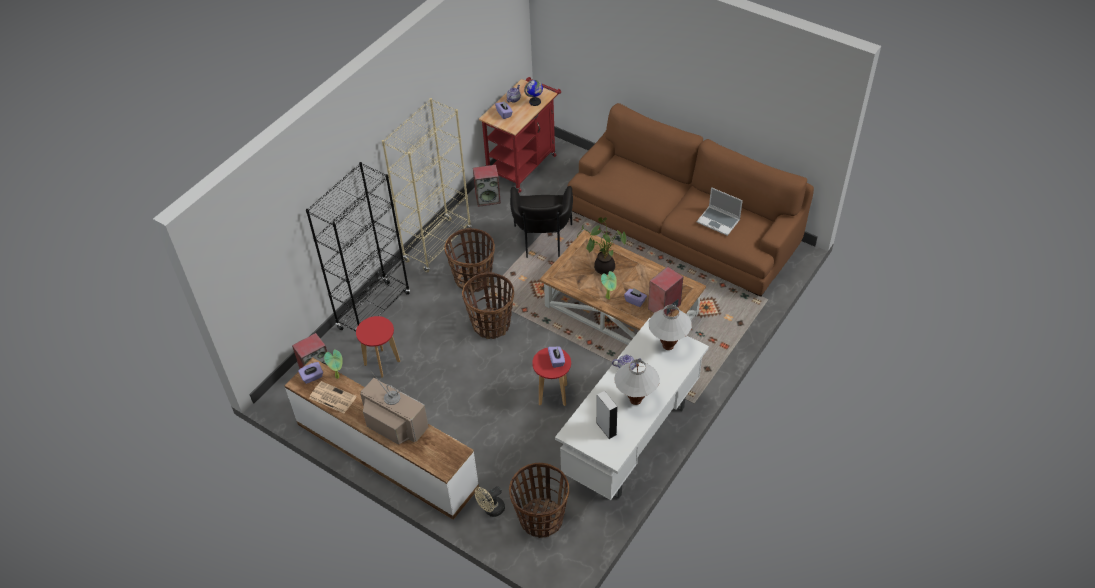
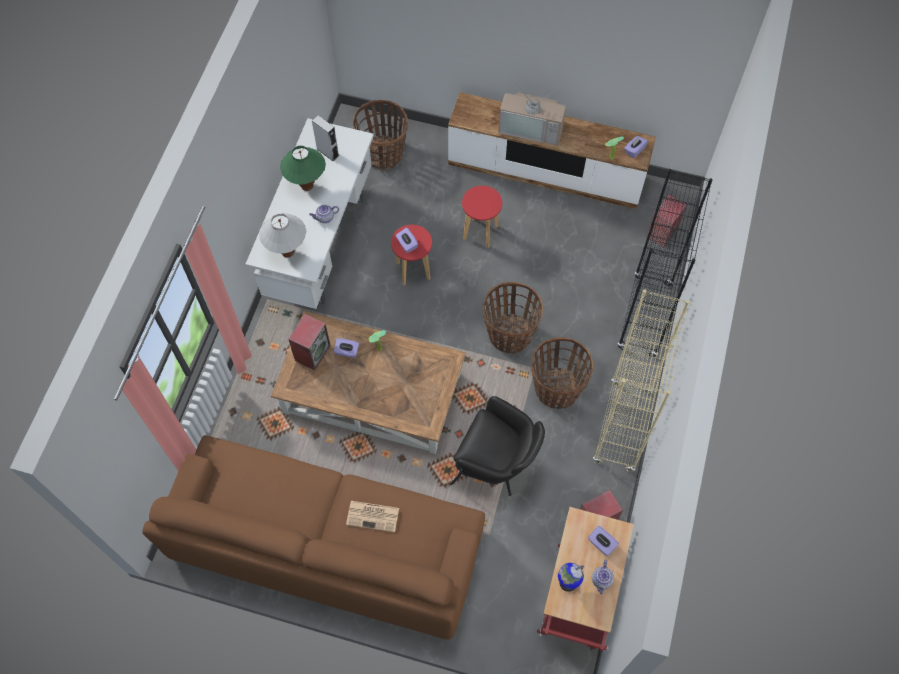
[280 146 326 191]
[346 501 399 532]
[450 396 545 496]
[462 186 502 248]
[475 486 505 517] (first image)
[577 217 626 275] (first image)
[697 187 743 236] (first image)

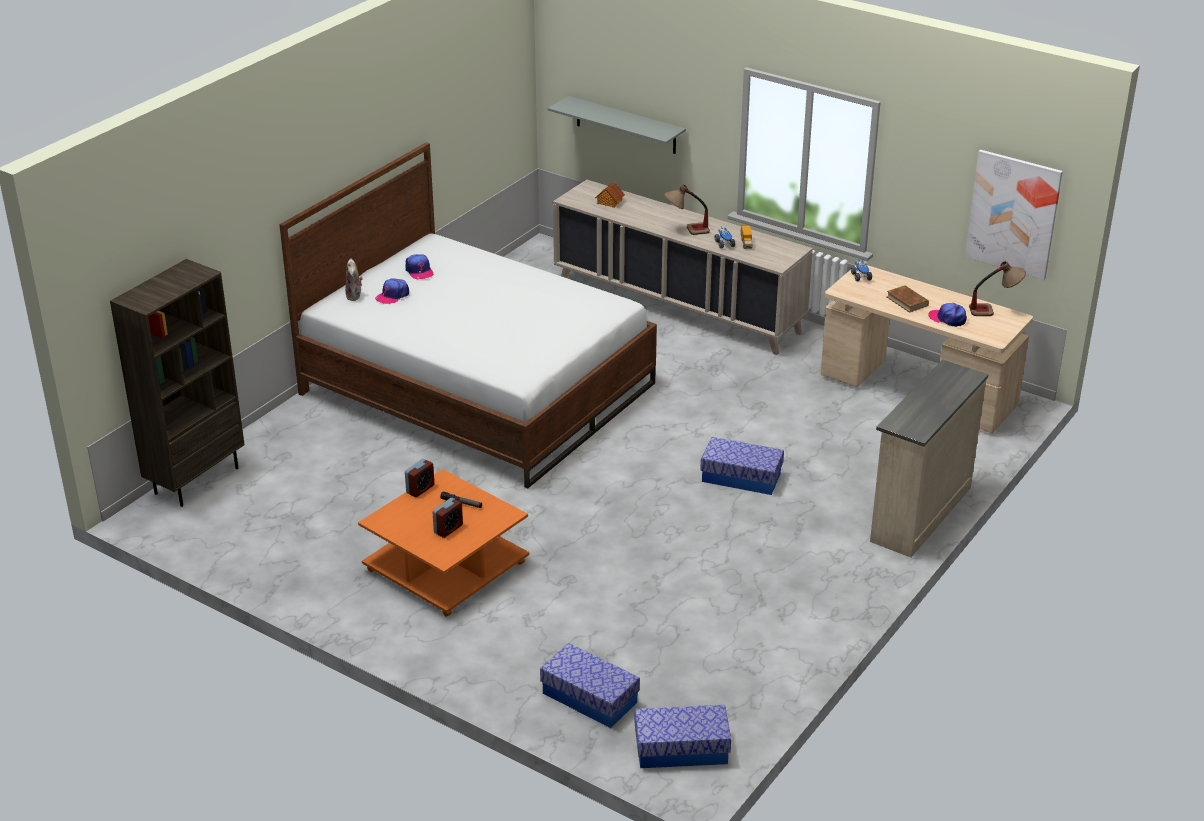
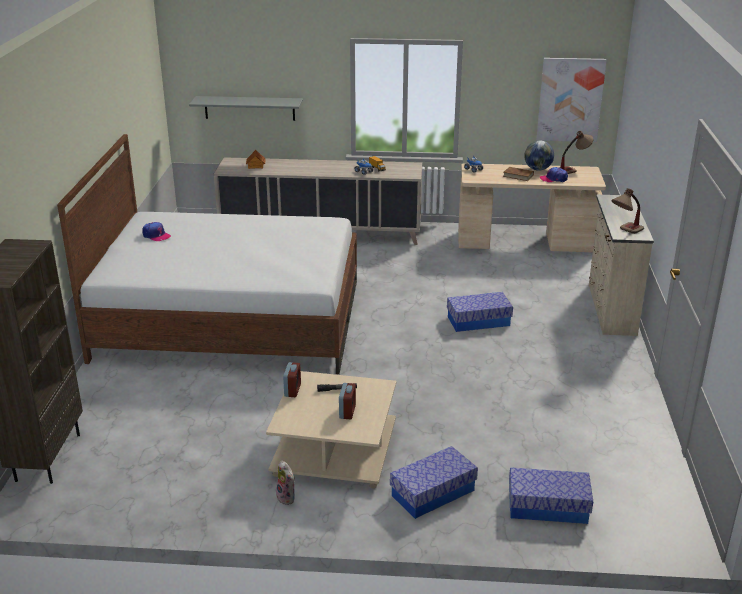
[266 371 397 489]
[276 460 295 505]
[390 446 478 519]
[524 140 554 171]
[611 188 644 234]
[375 278 409 304] (first image)

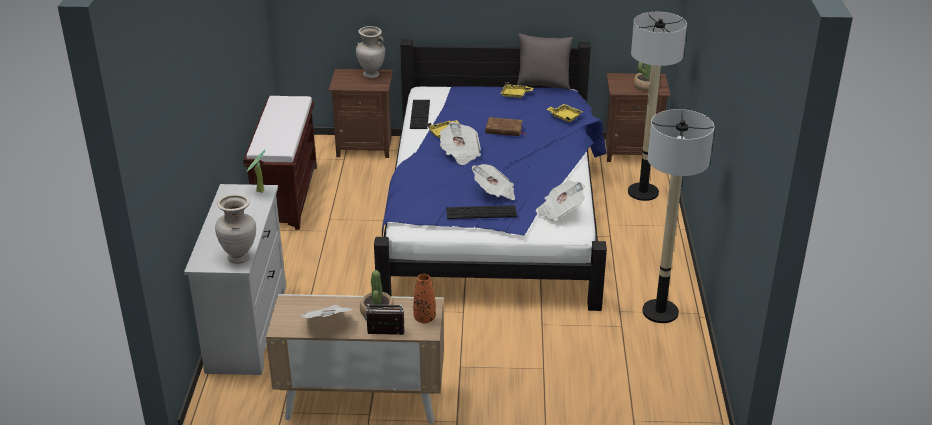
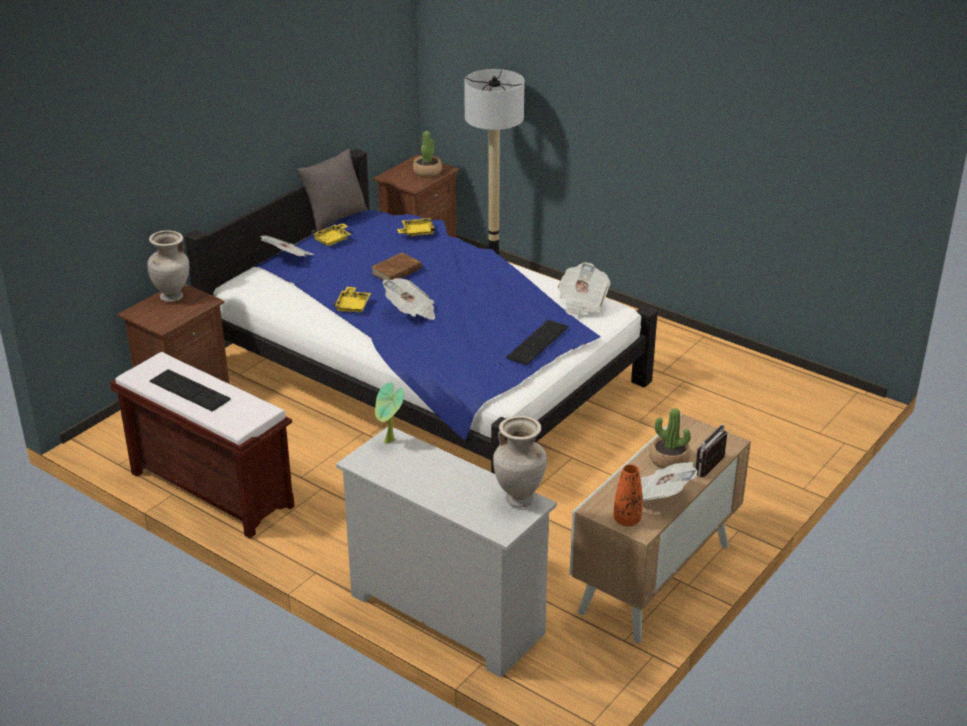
[150 369 231 412]
[260 235 314 257]
[614 464 643 527]
[642 109 714 323] (first image)

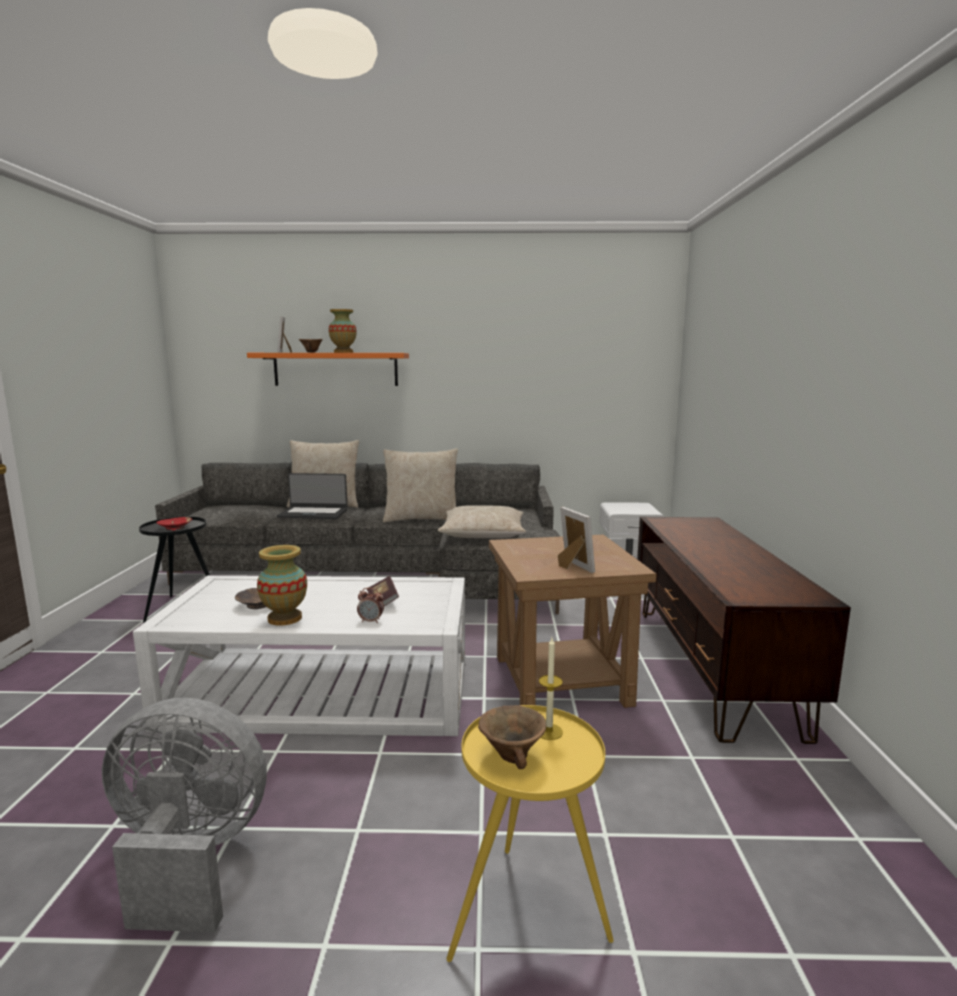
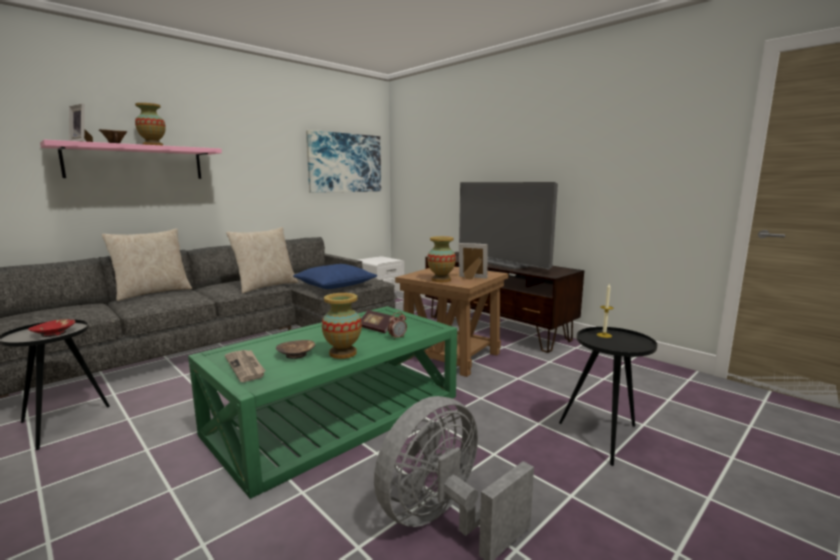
[40 140 222 179]
[188 306 457 499]
[225 350 266 382]
[293 264 377 289]
[306 130 381 193]
[427 236 456 282]
[459 182 558 269]
[559 327 657 466]
[277 473 348 519] (first image)
[478 705 546 769] (first image)

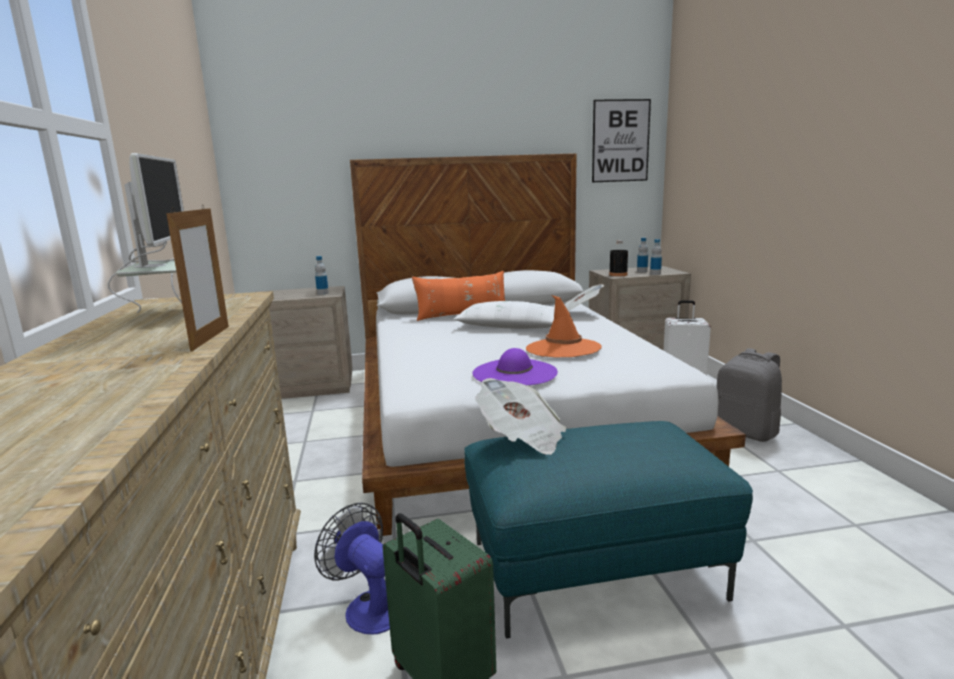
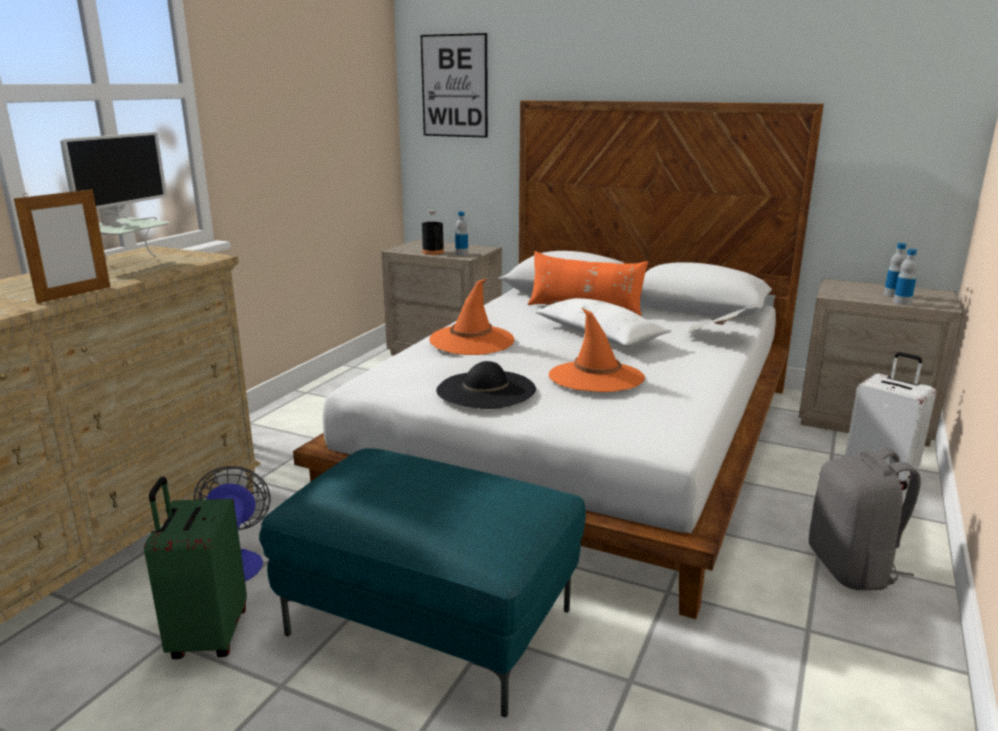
[421 33 488 138]
[422 210 444 255]
[429 279 514 355]
[436 361 536 409]
[475 378 567 455] (first image)

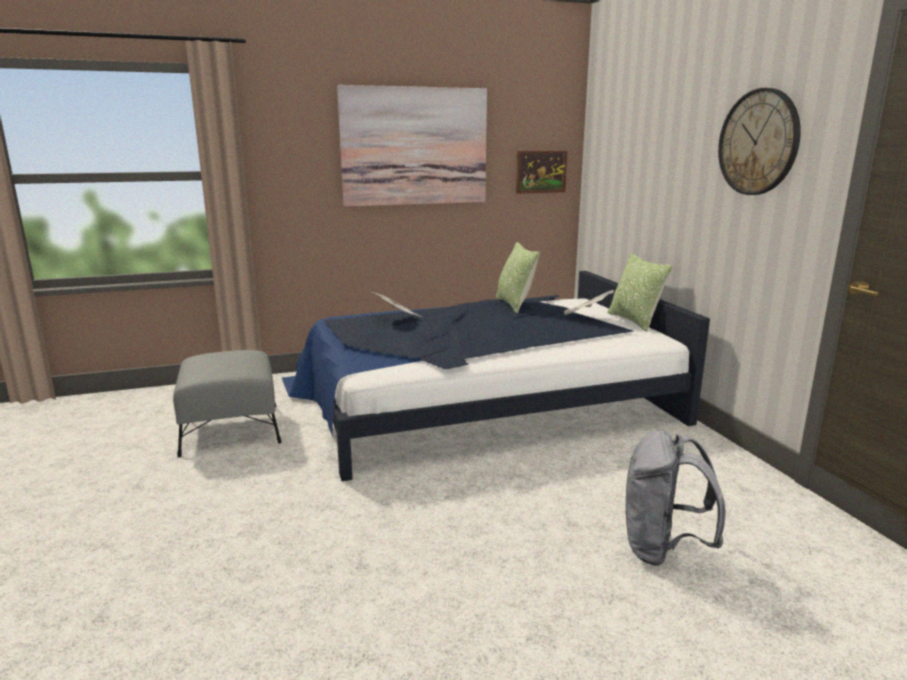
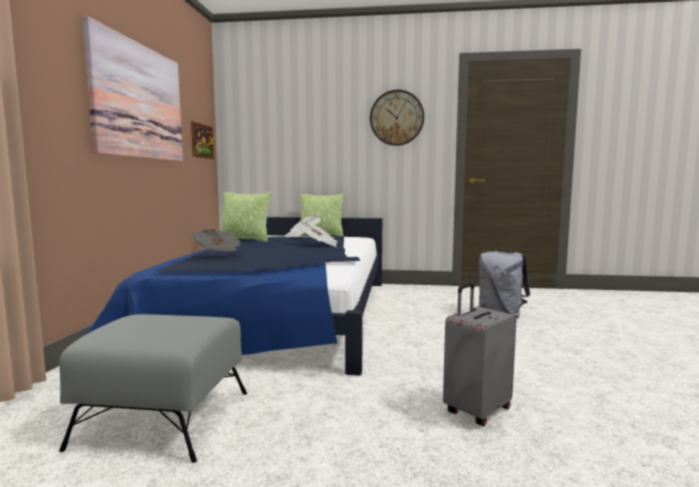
[299 221 338 247]
[443 283 517 426]

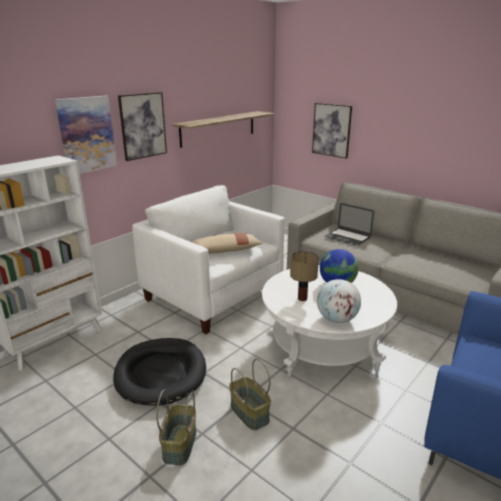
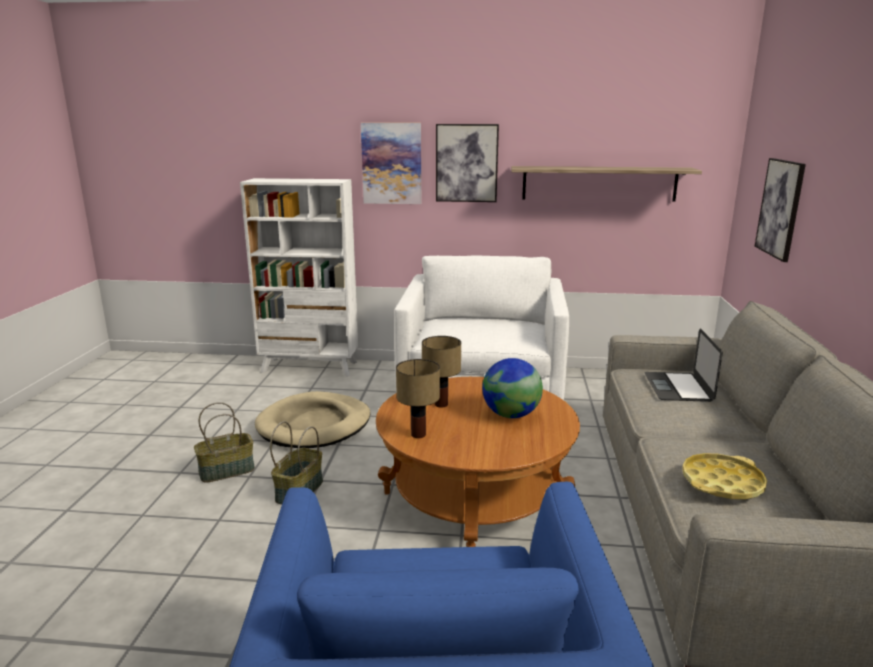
[255 391 370 448]
[376 377 580 547]
[396 359 440 438]
[682 453 767 500]
[192 233 263 253] (first image)

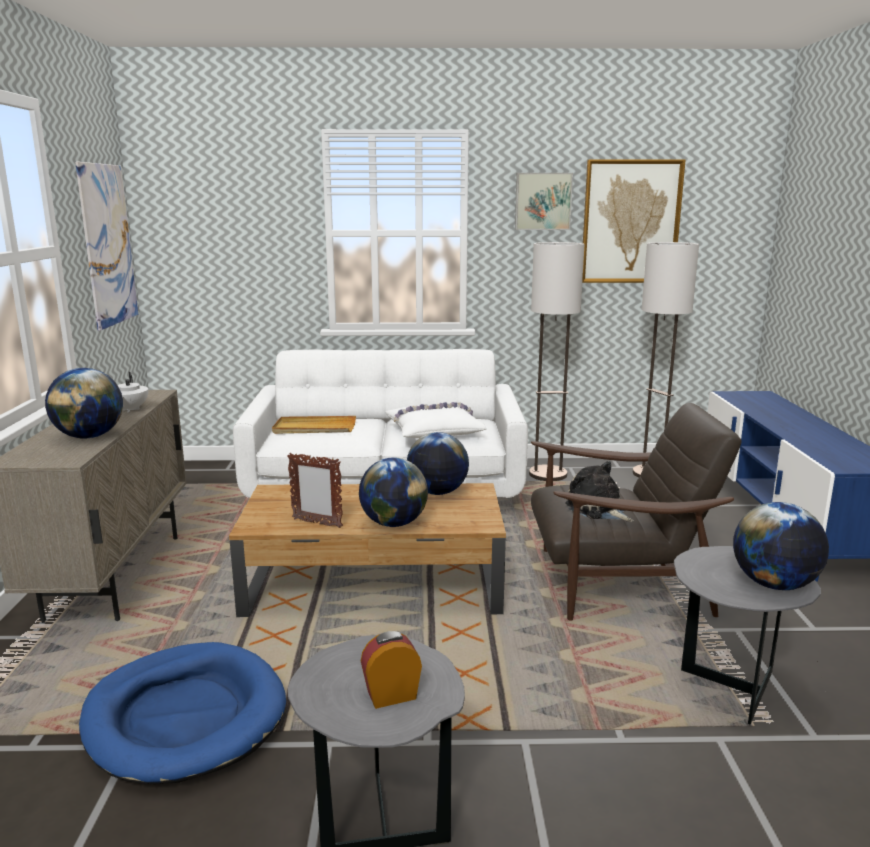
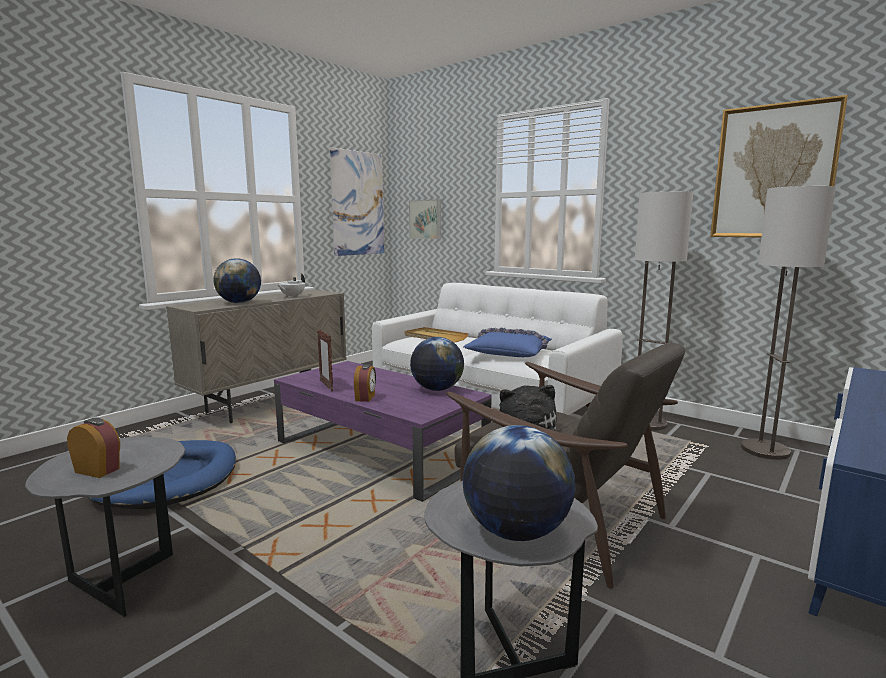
[274 361 492 502]
[354 364 376 402]
[409 199 441 239]
[463 328 552 357]

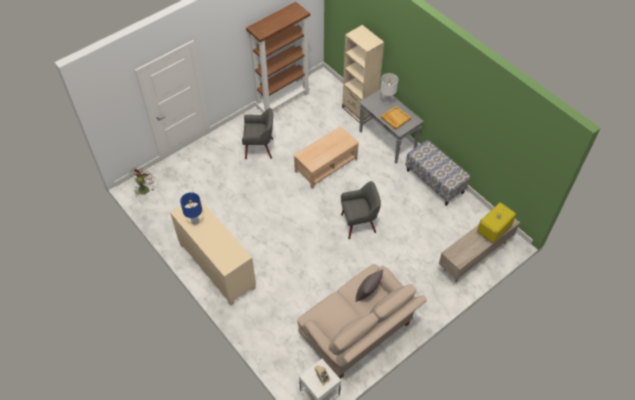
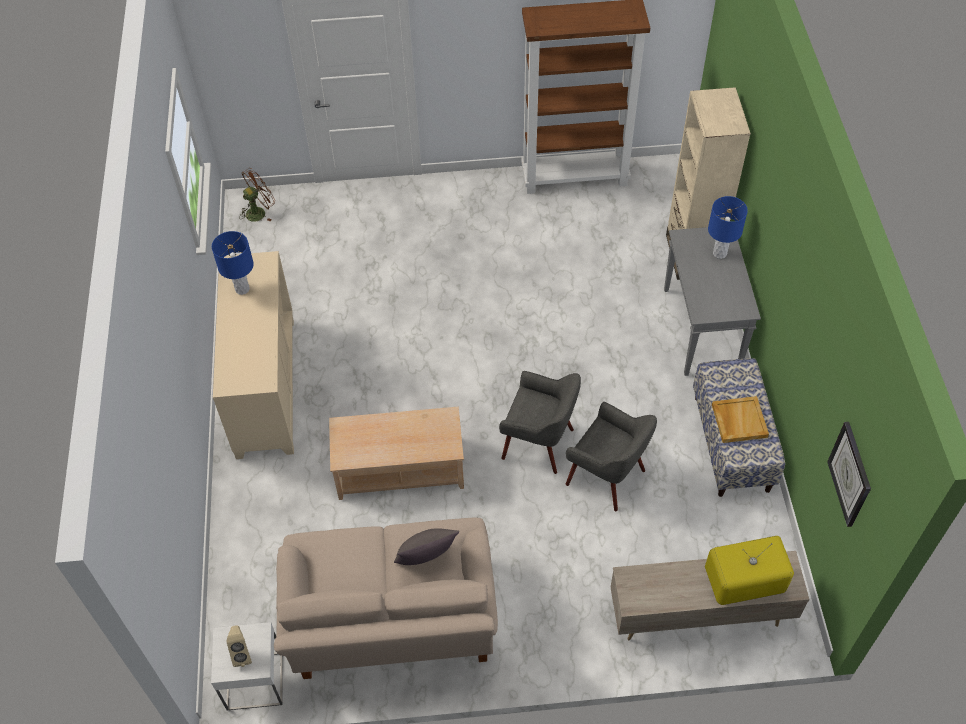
[329 407 464 500]
[566 402 657 511]
[708 196 748 259]
[712 396 769 443]
[827 422 871 527]

